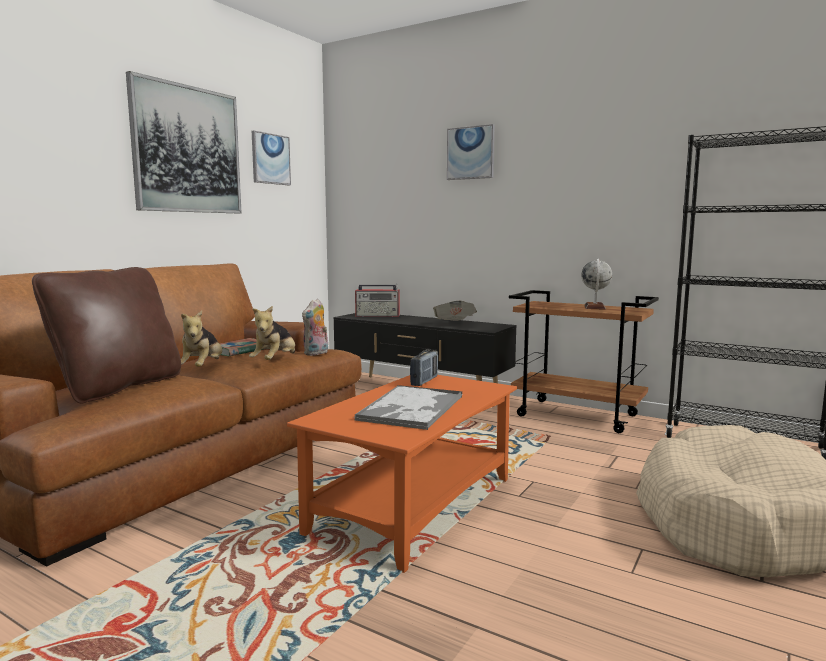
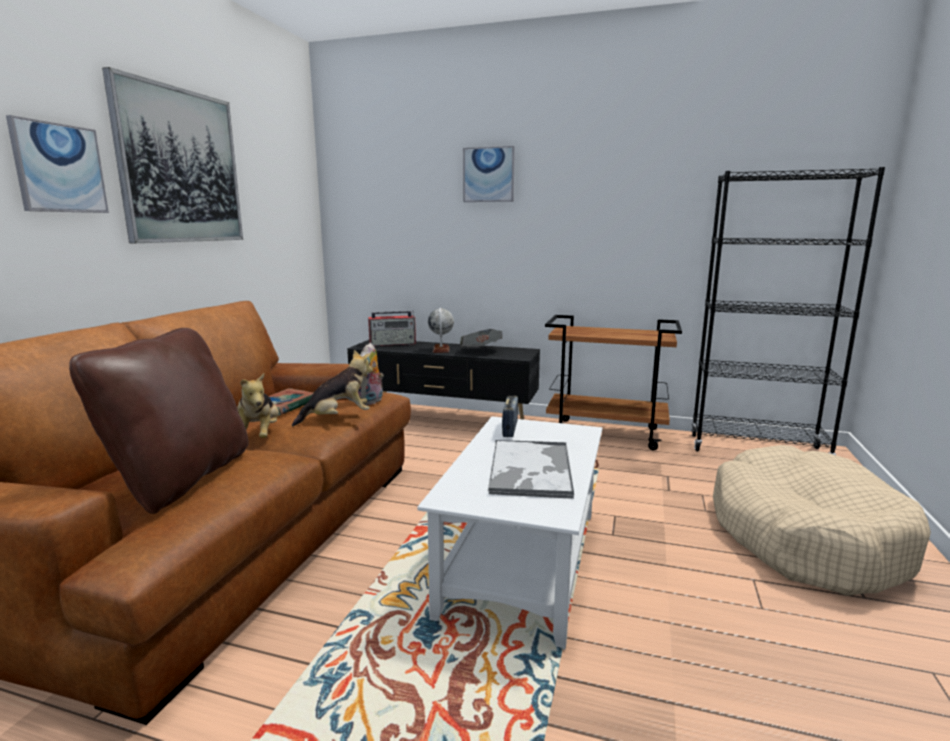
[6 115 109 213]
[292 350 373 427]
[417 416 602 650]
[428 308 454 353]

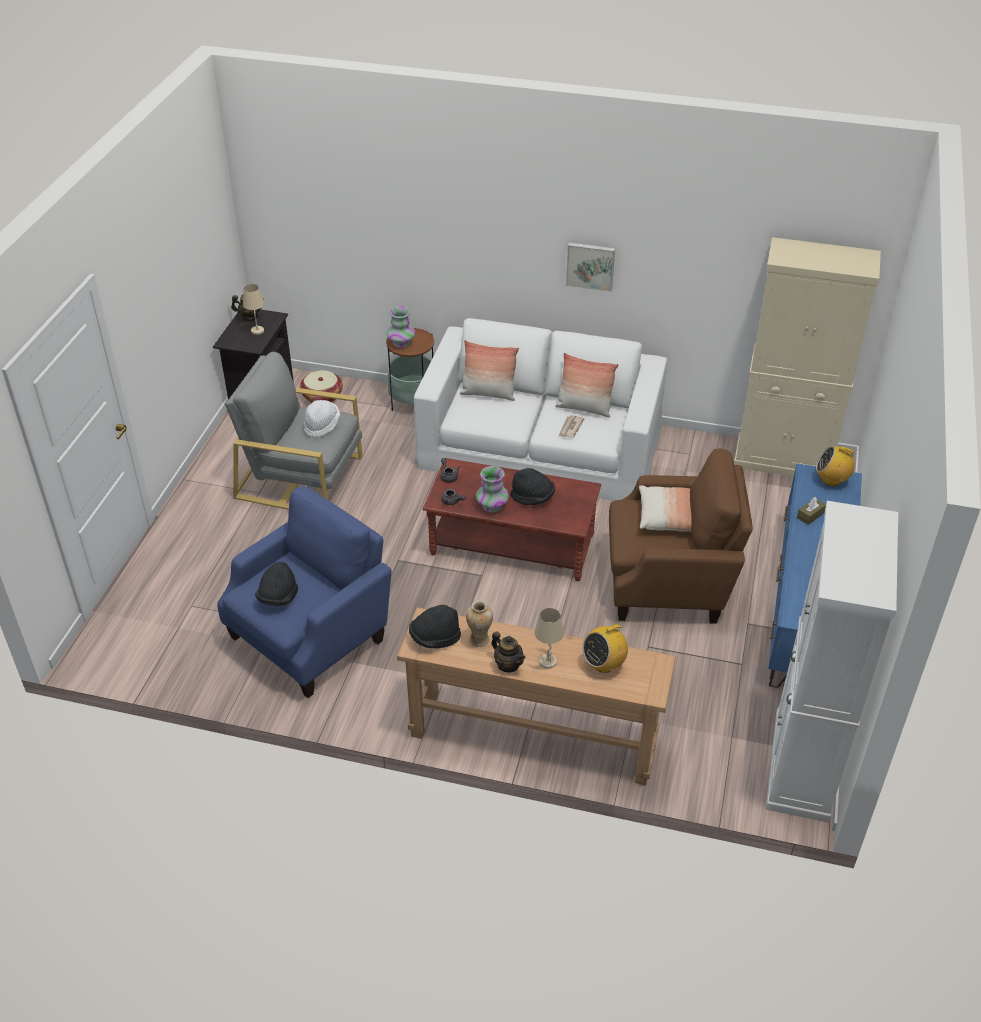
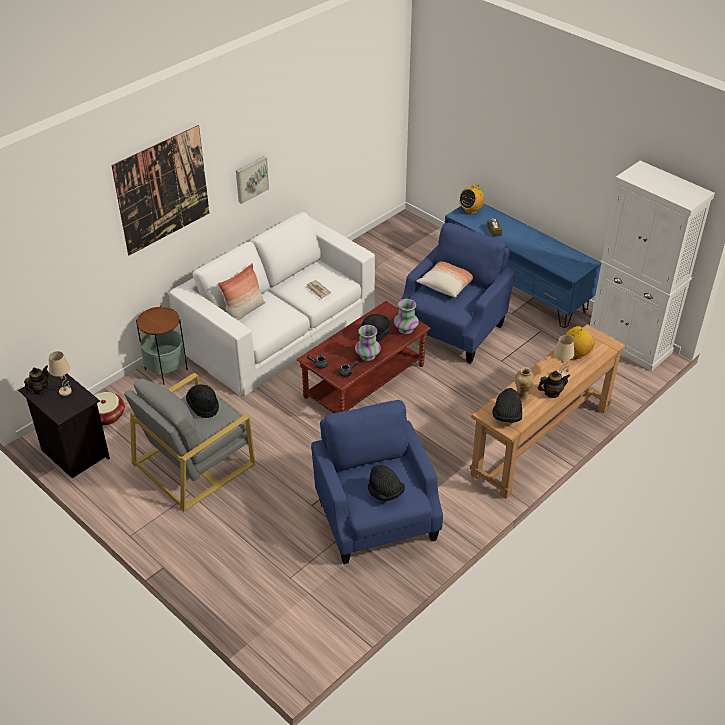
[111 125 209 256]
[186 384 219 418]
[394 299 419 334]
[397 223 515 364]
[565 326 595 359]
[555 353 618 418] (first image)
[734 237 881 477] (first image)

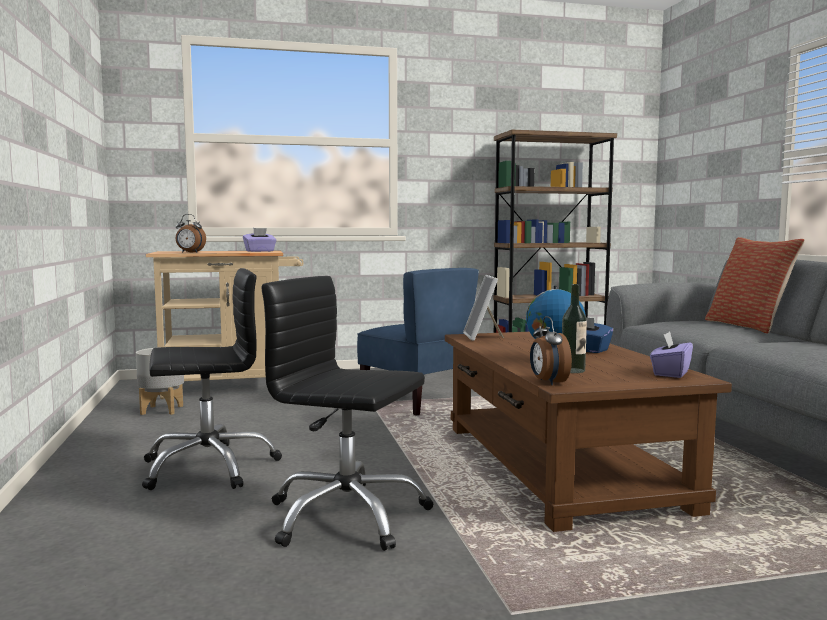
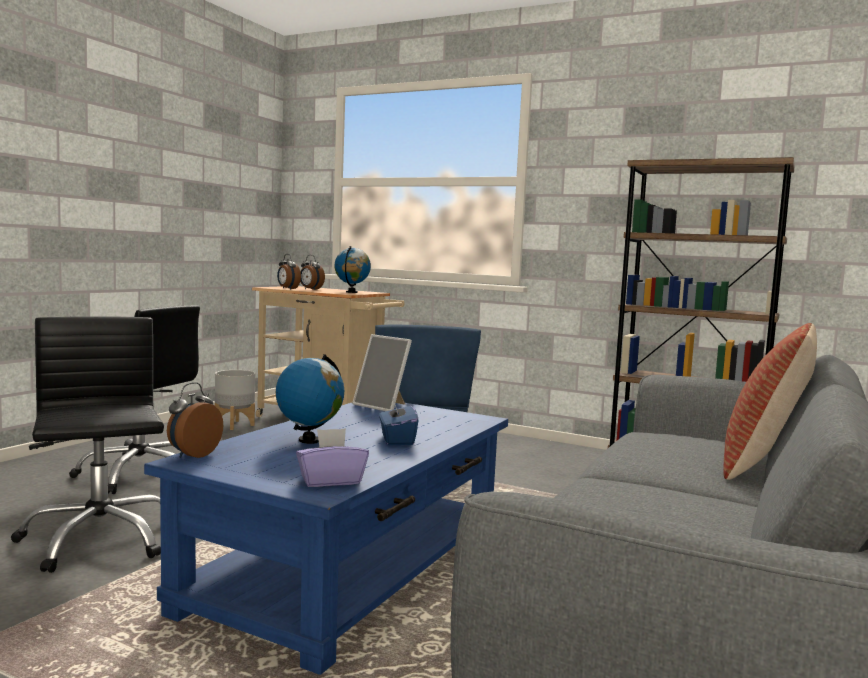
[144 403 508 675]
[300 255 325 290]
[335 246 371 293]
[352 334 412 411]
[562 284 587 373] (first image)

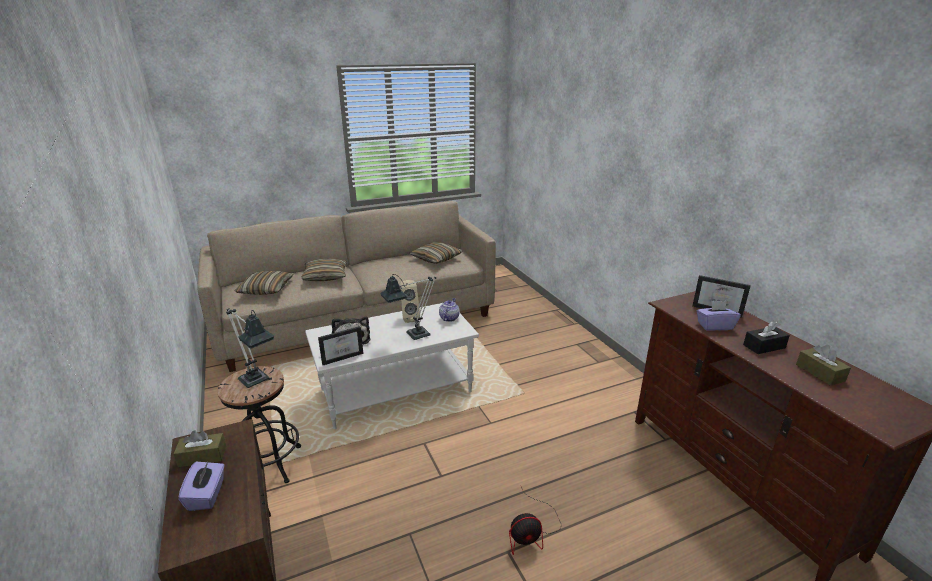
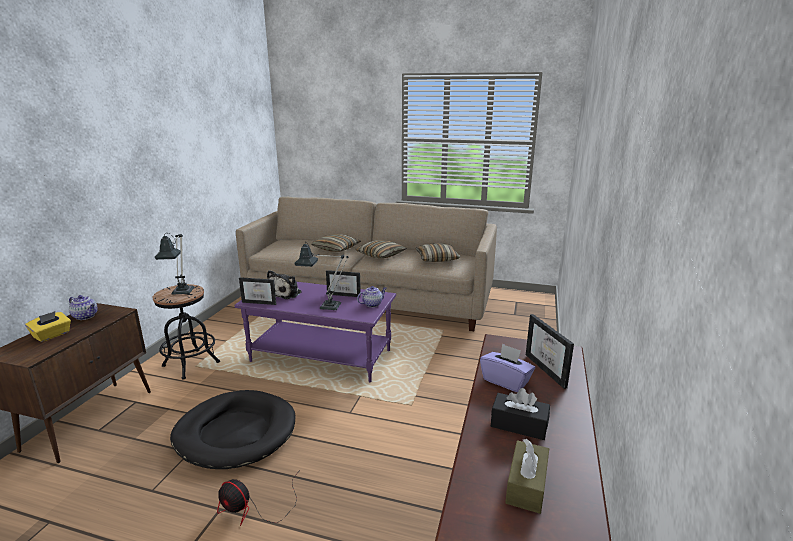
[25 311 71 342]
[69 295 98 320]
[170 390 296 469]
[234 282 396 382]
[326 270 361 297]
[356 240 407 258]

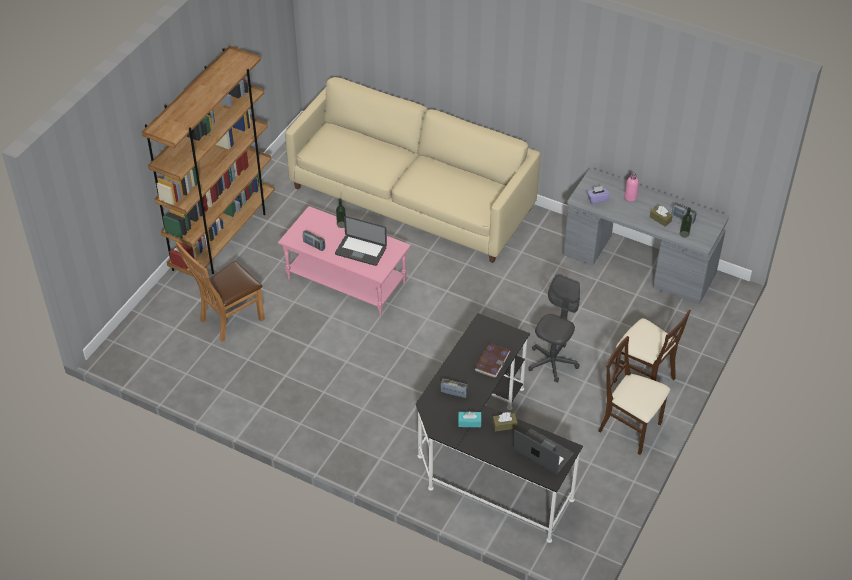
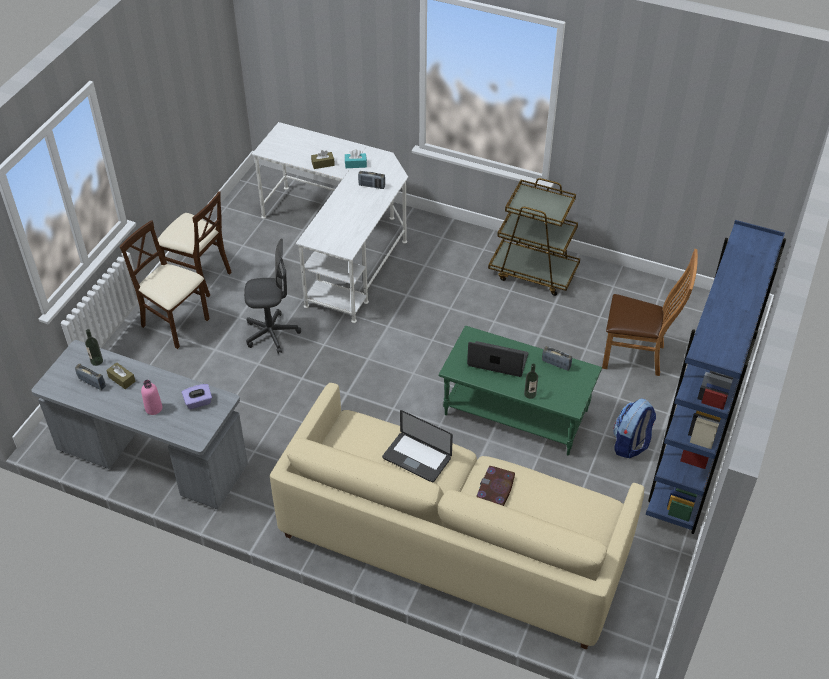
[244 239 301 354]
[252 122 408 323]
[382 410 453 482]
[439 325 602 455]
[476 466 515 506]
[488 178 580 296]
[602 249 698 376]
[613 398 656 458]
[646 220 786 534]

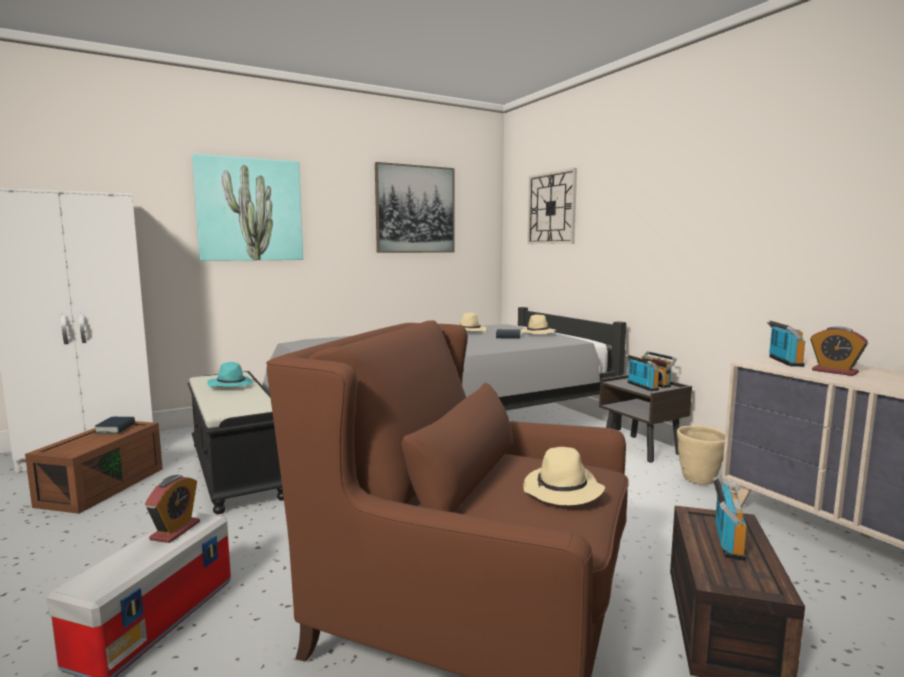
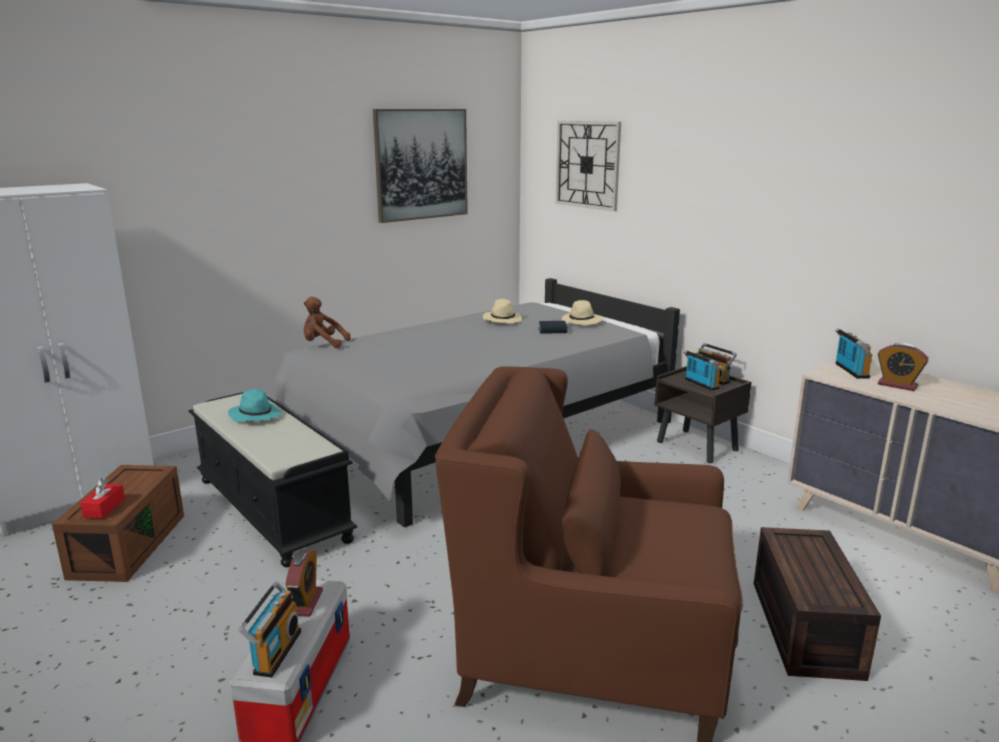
[80 478 125 519]
[239 582 301 678]
[304 297 350 348]
[94 417 135 434] (first image)
[192 154 303 261] (first image)
[523 447 605 506] (first image)
[677 425 725 485] (first image)

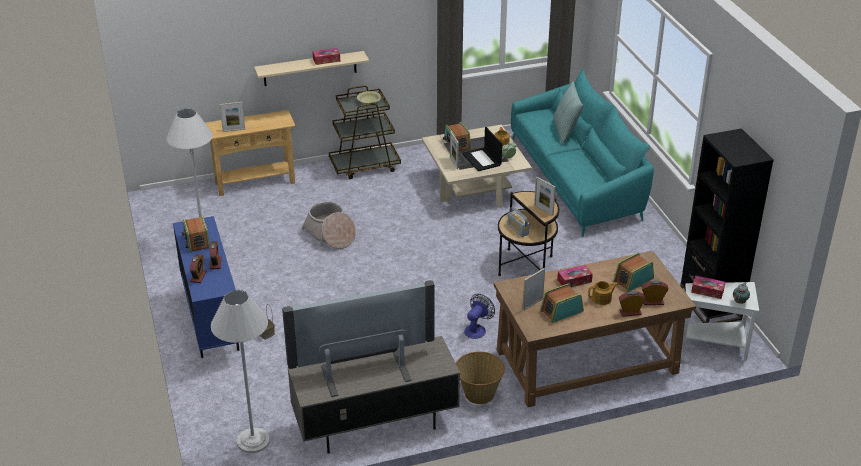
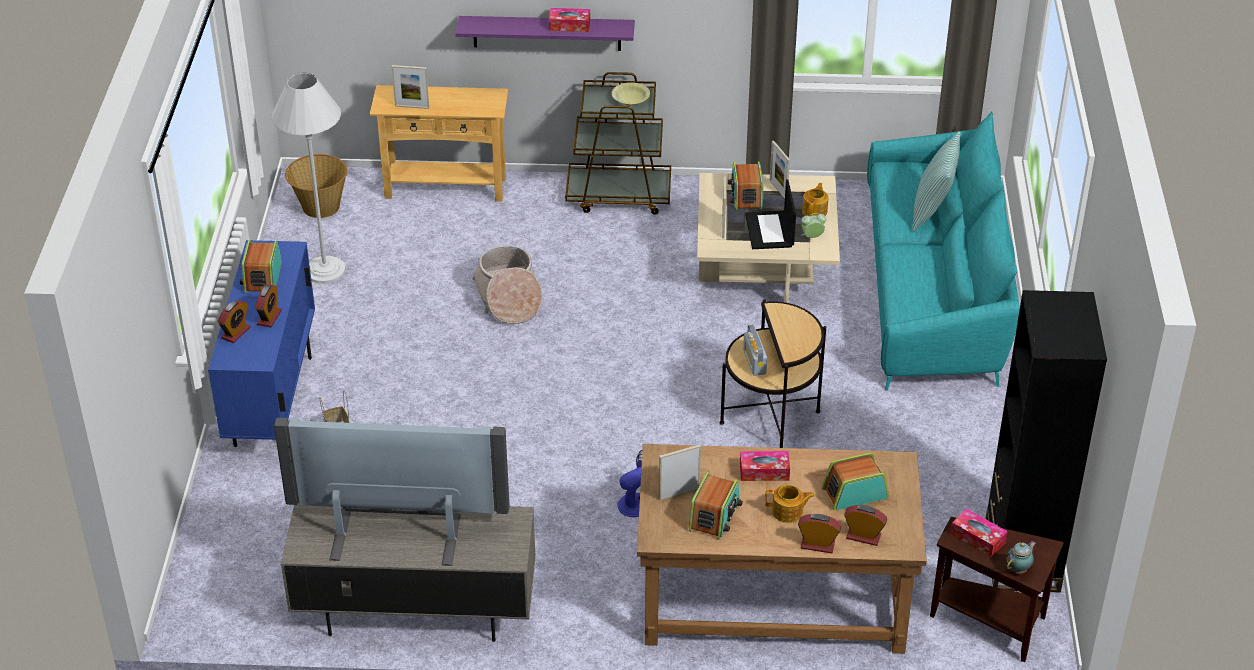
[285 154 347 218]
[456 16 635 51]
[689 472 743 540]
[770 141 790 199]
[930 517 1063 662]
[211 290 270 453] (first image)

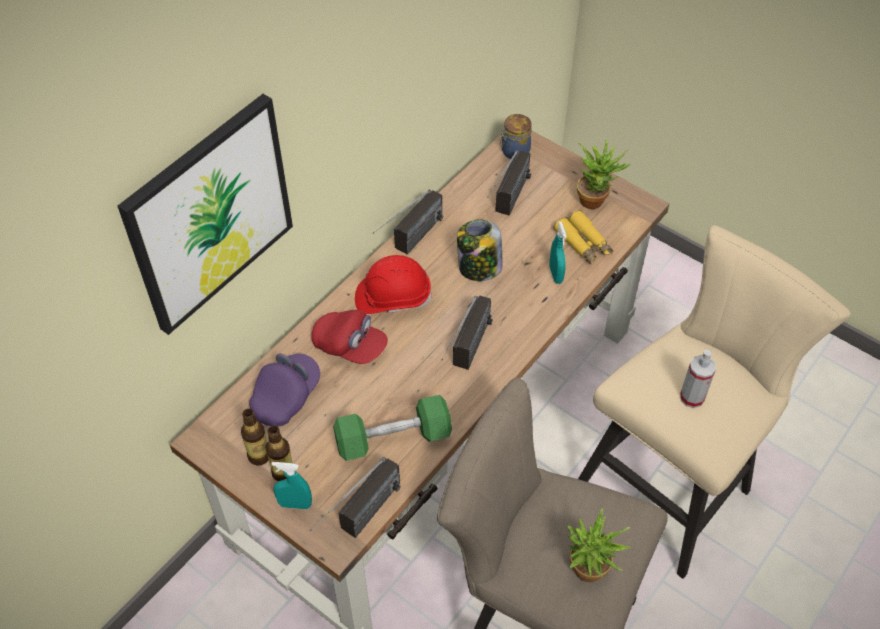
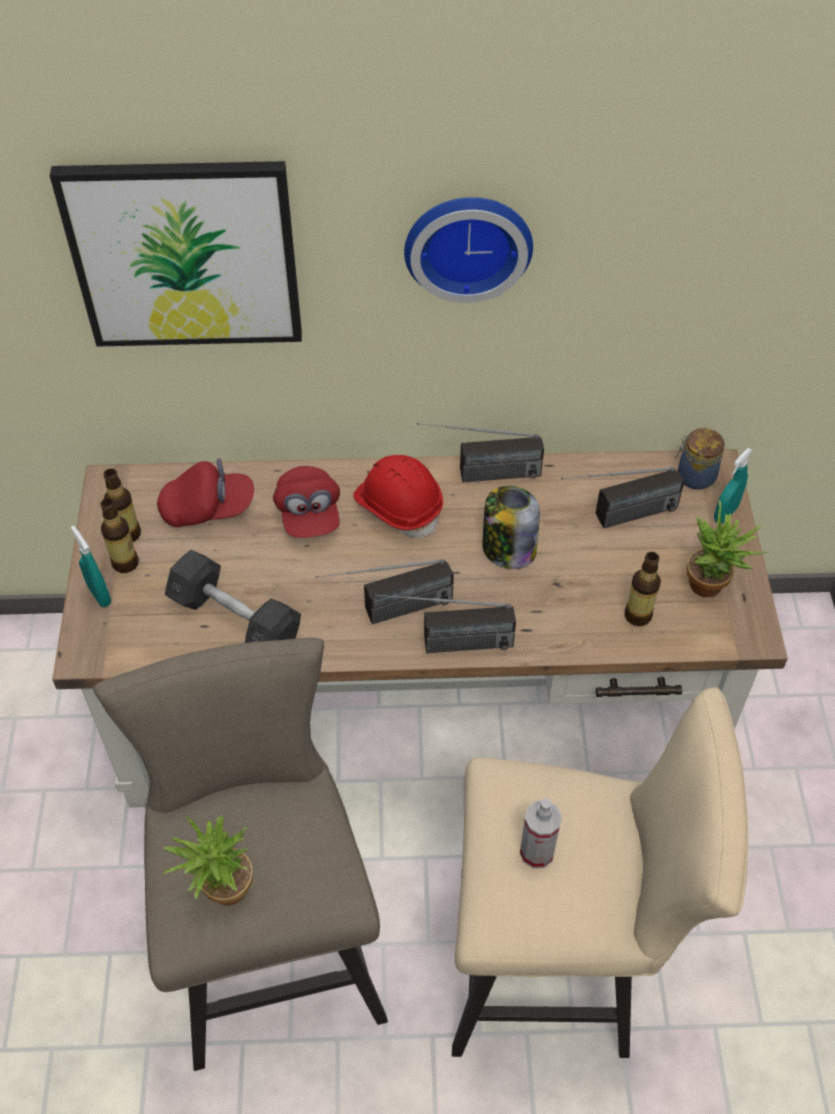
[157 458 254 527]
[165 550 301 643]
[375 594 516 653]
[404 197 533 303]
[625 552 661 626]
[714 448 752 524]

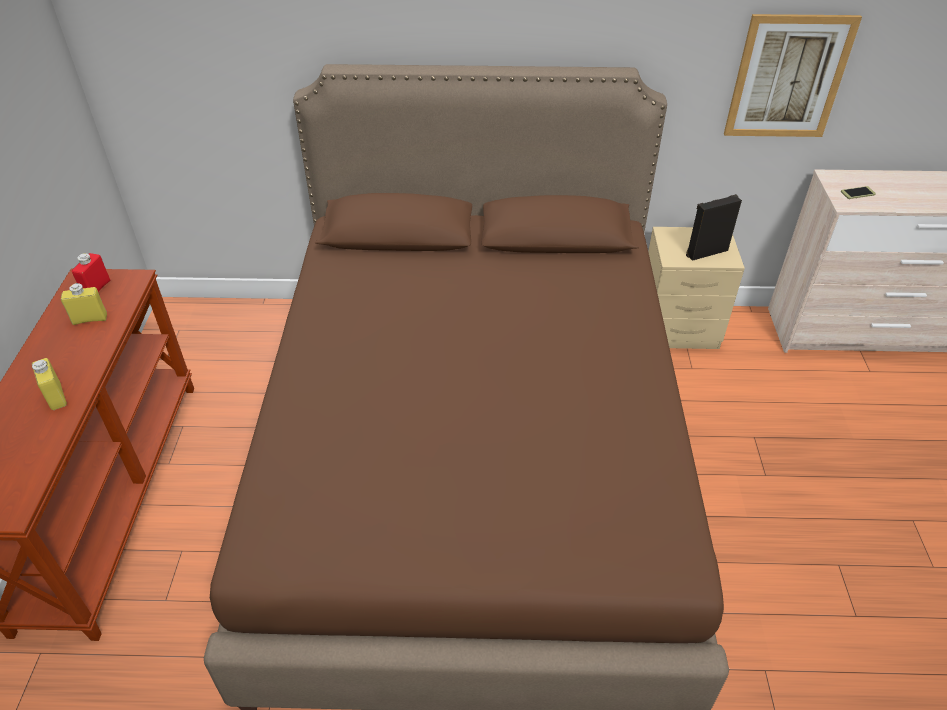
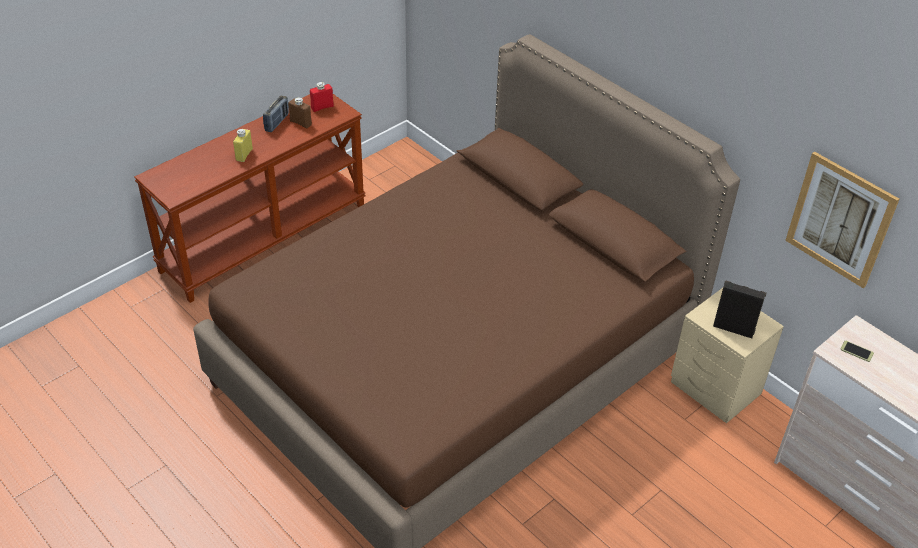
[263 96 289 132]
[288 97 312 128]

